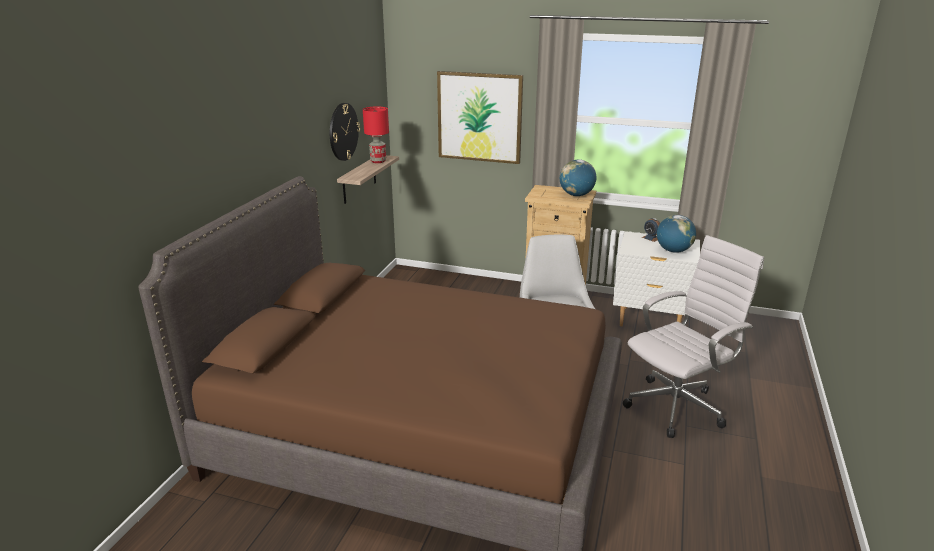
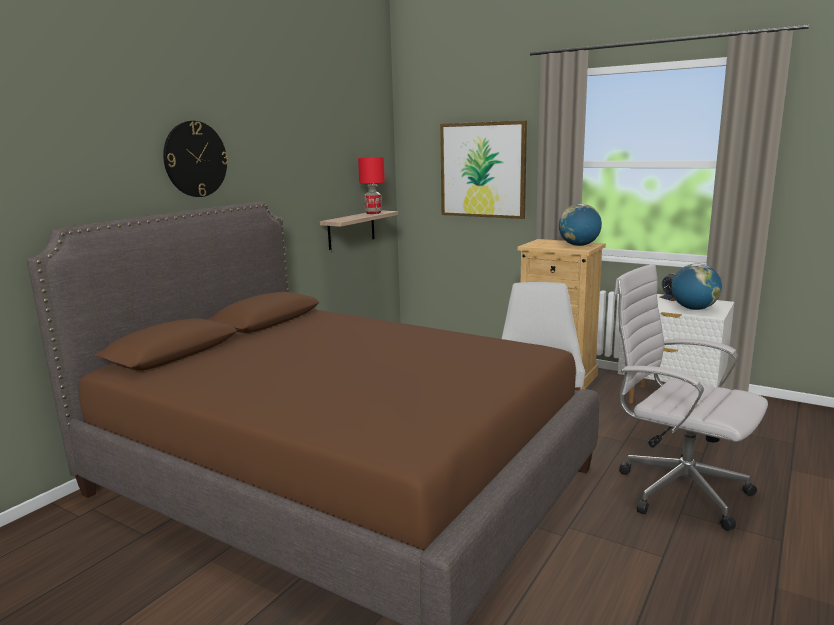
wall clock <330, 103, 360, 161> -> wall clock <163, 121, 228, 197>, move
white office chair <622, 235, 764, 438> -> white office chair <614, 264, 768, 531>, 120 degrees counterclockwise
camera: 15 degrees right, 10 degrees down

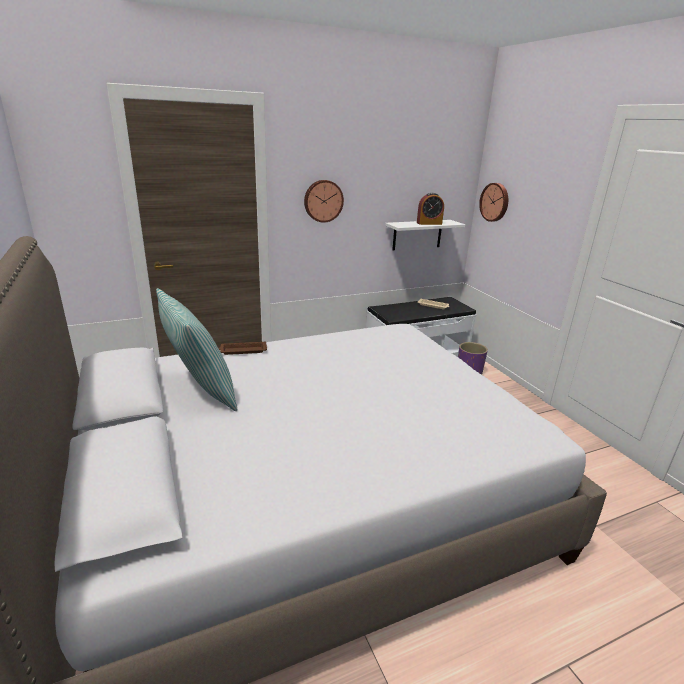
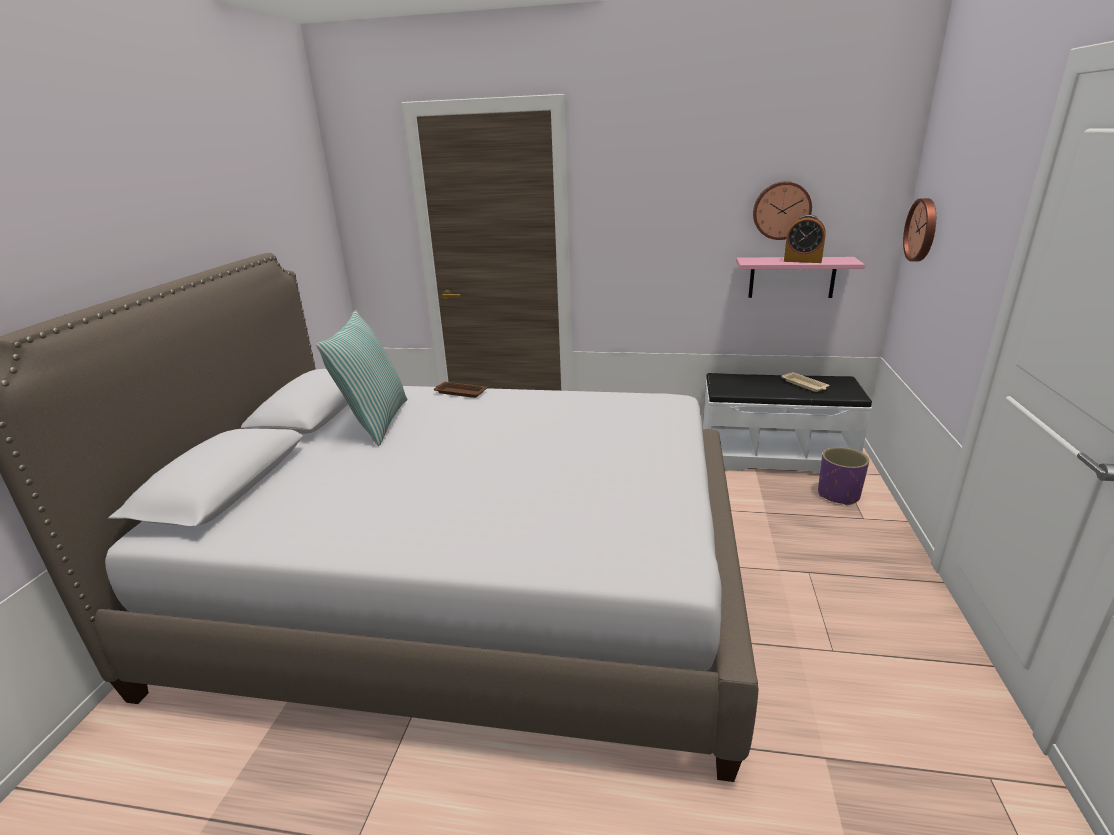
wall clock <304, 180, 344, 222> -> wall clock <753, 181, 812, 240>, move
white shelf <385, 220, 465, 250> -> pink shelf <736, 257, 865, 298>
camera: 35 degrees right, 0 degrees up

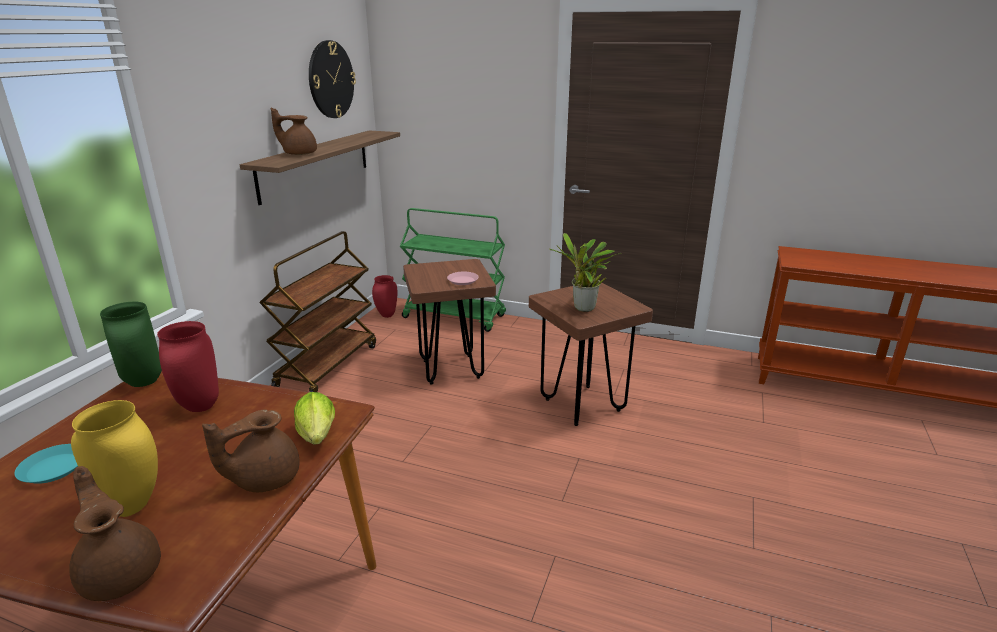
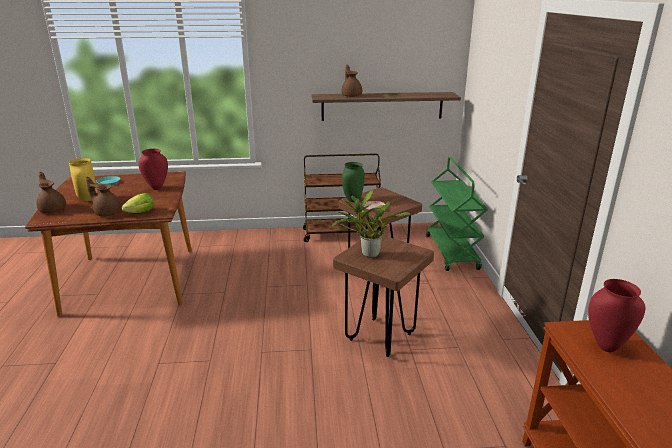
wall clock <309, 40, 356, 118> -> none
red vase <372, 275, 398, 318> -> red vase <588, 279, 645, 352>, move
green vase <100, 302, 162, 387> -> green vase <342, 162, 365, 202>, move
brown teapot <69, 466, 161, 601> -> brown teapot <36, 172, 66, 213>, 60 degrees counterclockwise
camera: 65 degrees right, 0 degrees up

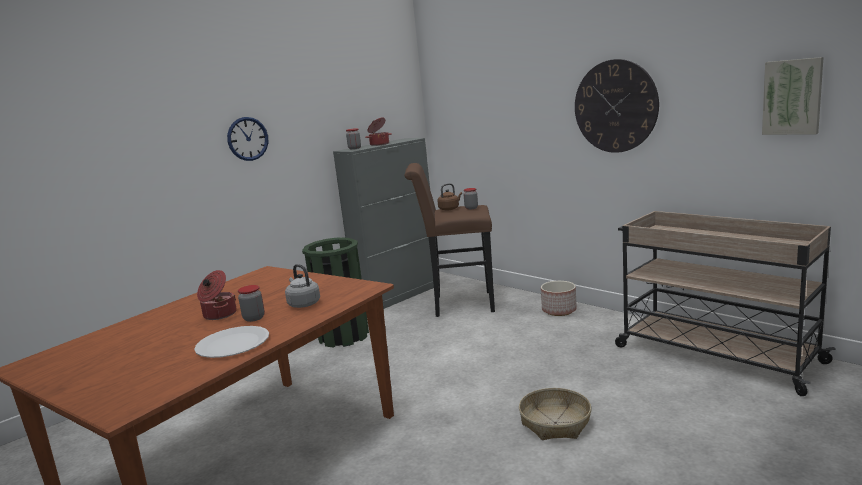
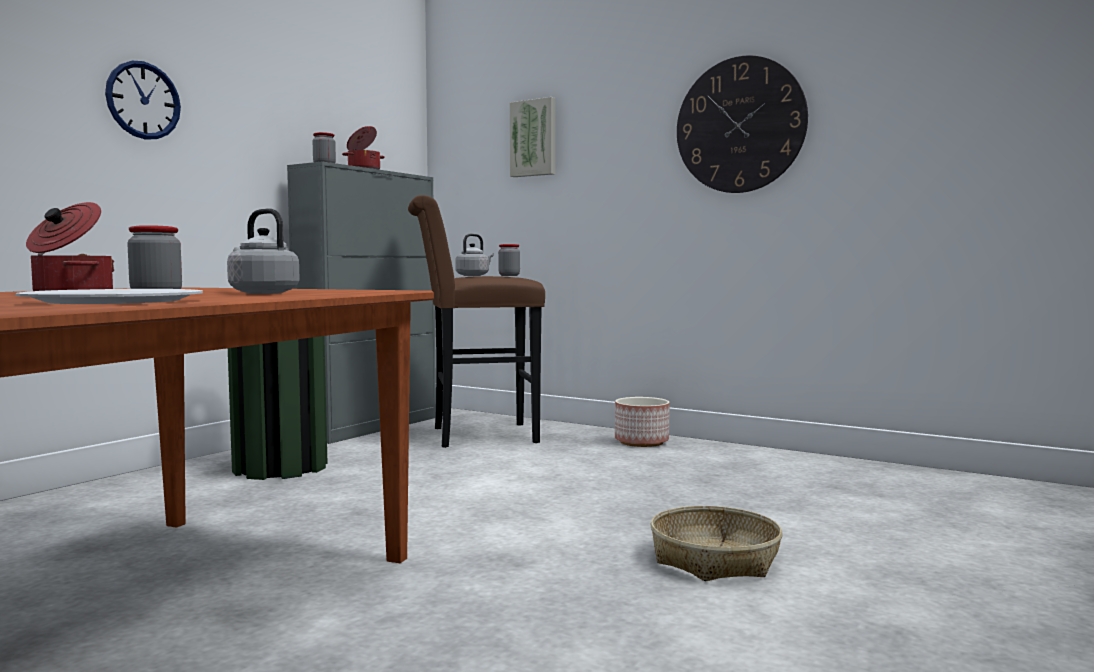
picture <762, 57, 824, 135> -> picture <510, 97, 555, 177>, move
brown kettle <437, 183, 462, 211> -> grey kettle <455, 234, 494, 276>
beige cart <615, 211, 836, 396> -> none
camera: 15 degrees left, 10 degrees down

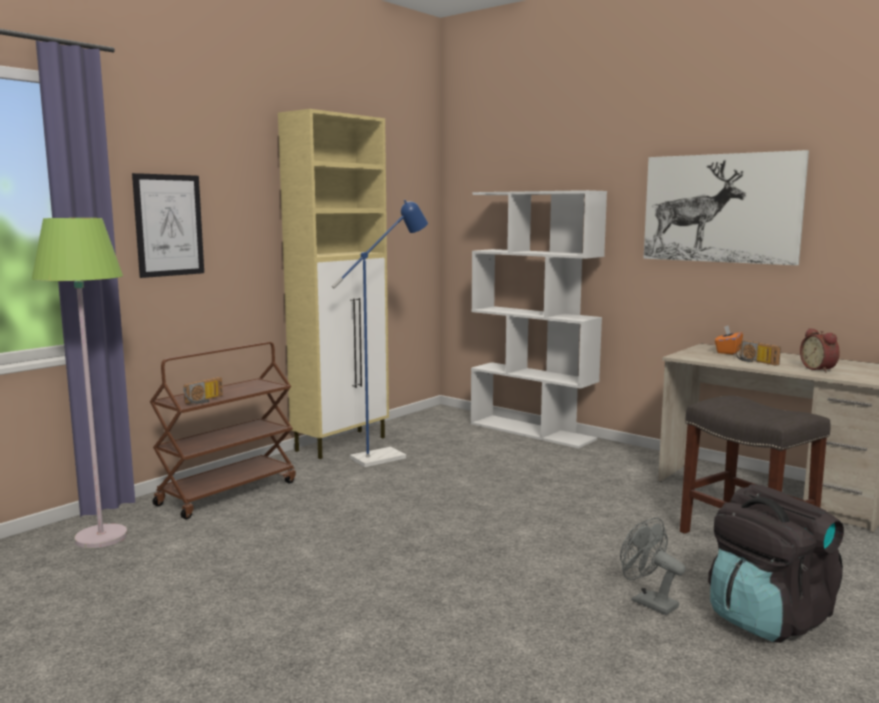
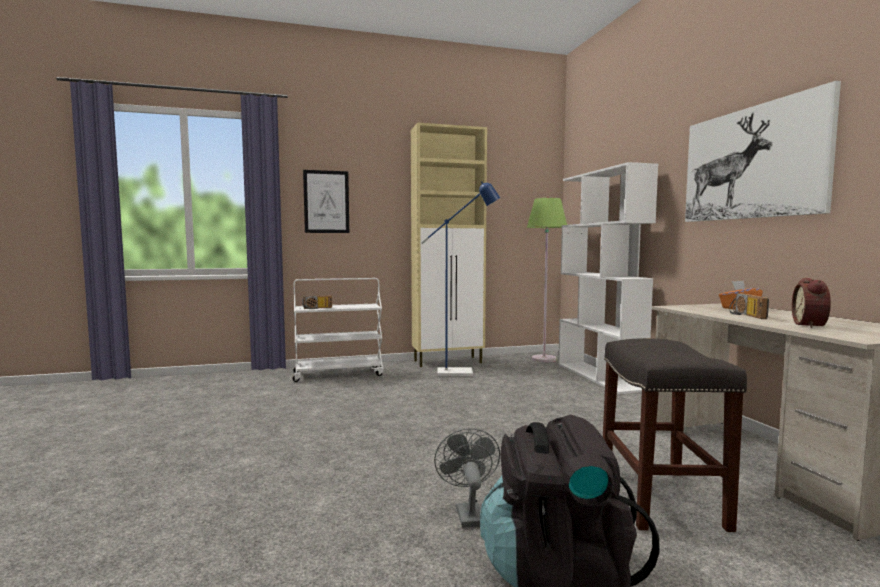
green floor lamp <32, 218, 127, 548> -> green floor lamp <527, 198, 567, 362>, move
brown cart <150, 342, 296, 519> -> white cart <293, 278, 384, 382>
camera: 35 degrees right, 5 degrees down

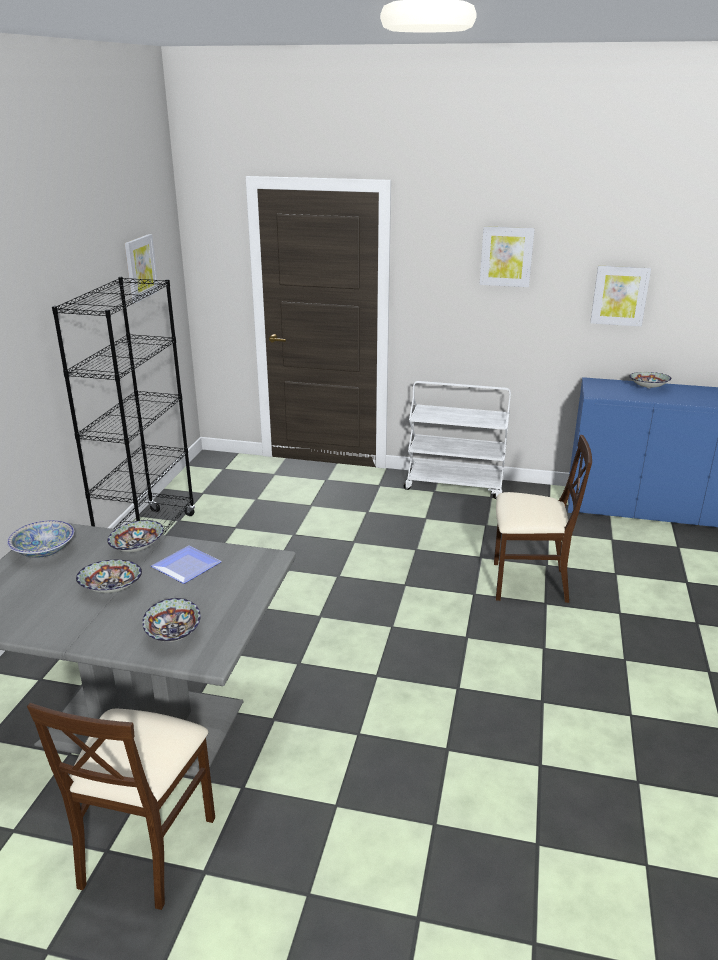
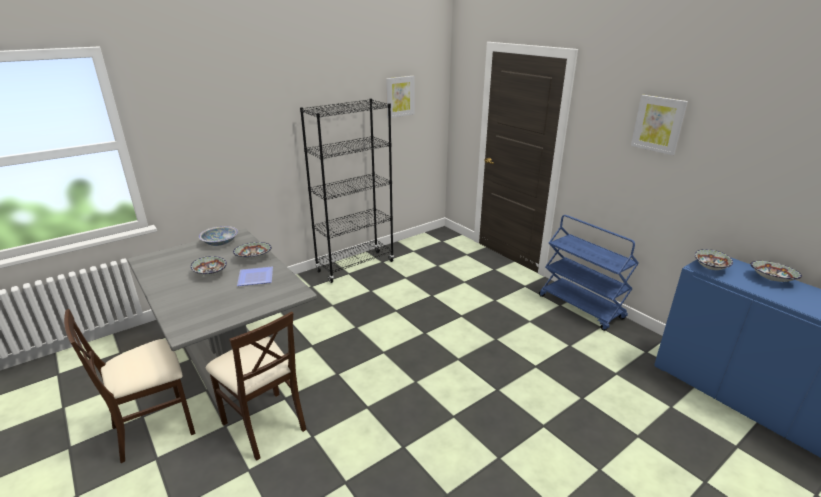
picture <590, 266, 651, 327> -> none
white cart <404, 381, 511, 499> -> blue cart <539, 215, 639, 331>
beige chair <494, 435, 592, 603> -> beige chair <206, 311, 307, 461>, move
bowl <142, 598, 201, 642> -> bowl <695, 249, 733, 270>, move
camera: 40 degrees right, 0 degrees up

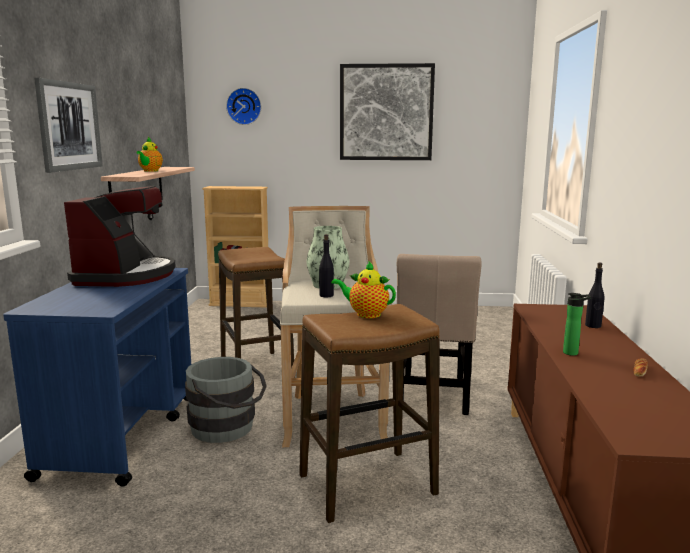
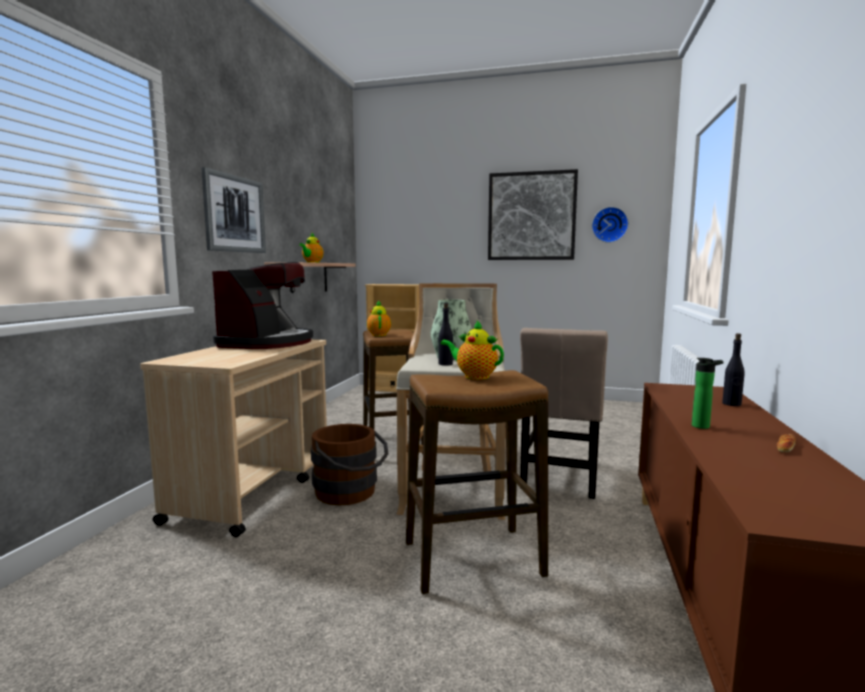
wall clock <226, 88, 261, 125> -> wall clock <592, 207, 629, 243>, move
blue cart <3, 268, 191, 487> -> beige cart <140, 339, 327, 537>
grey bucket <185, 357, 267, 443> -> brown bucket <311, 424, 388, 505>
none -> teapot <367, 301, 391, 336>
camera: 10 degrees right, 5 degrees down

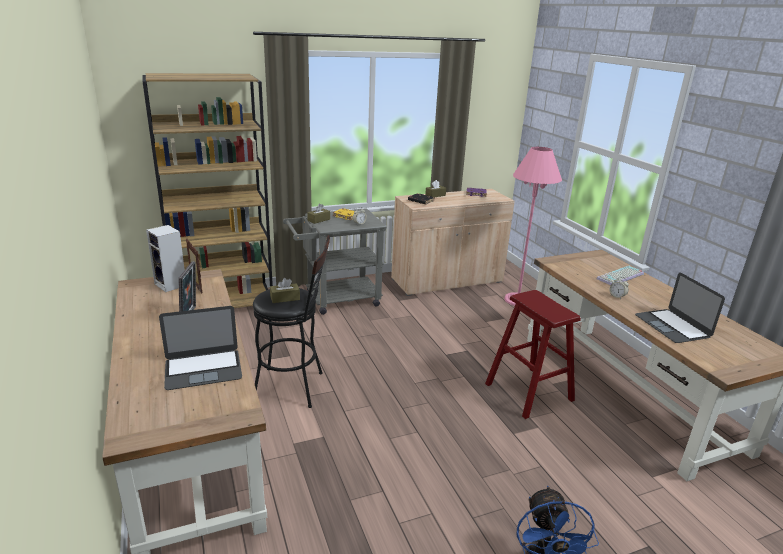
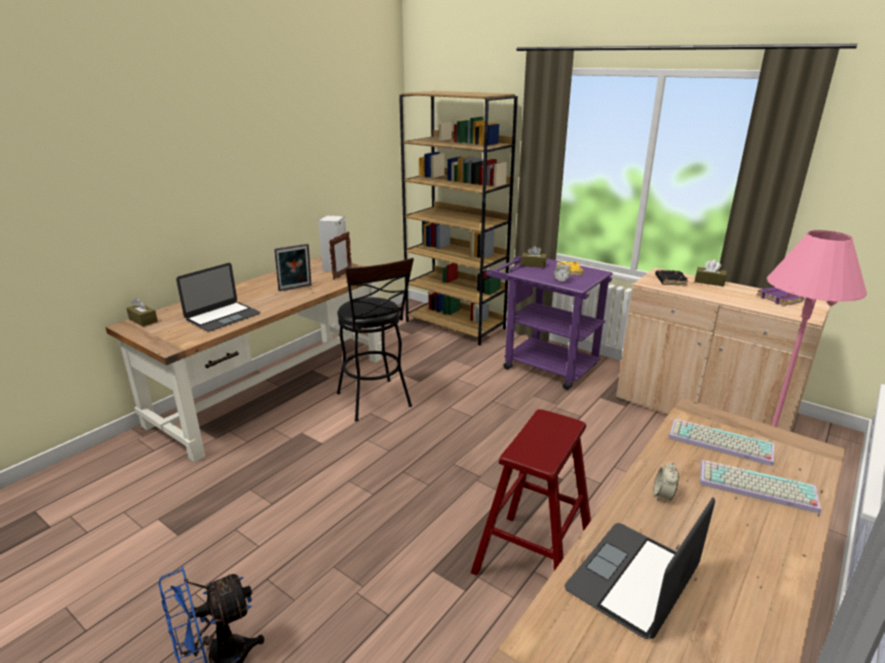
grey cart <283, 208, 387, 315> -> purple cart <486, 256, 612, 390>
brown tissue box <270, 278, 300, 303> -> brown tissue box <126, 298, 158, 327>, move
laptop <159, 306, 242, 390> -> laptop <176, 263, 261, 331>, 90 degrees counterclockwise
none -> keyboard <669, 419, 774, 466>
camera: 60 degrees right, 0 degrees up

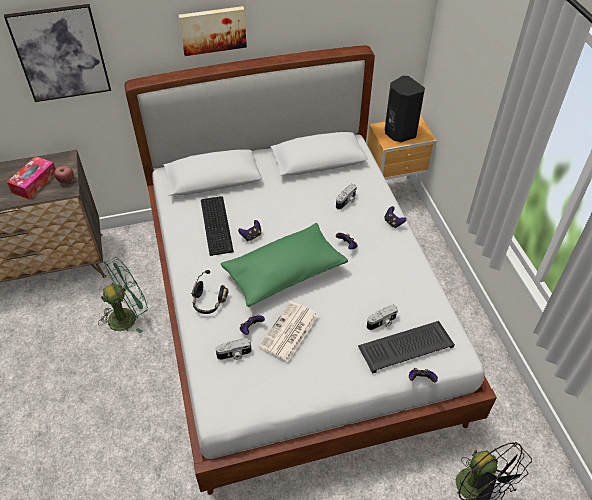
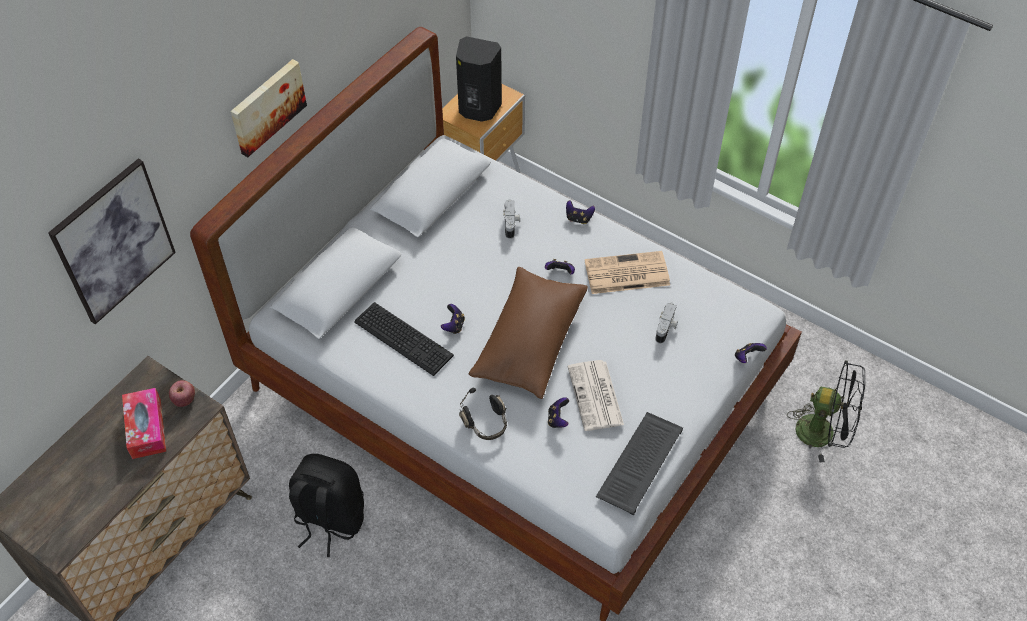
green pillow <221, 223, 348, 307> -> brown pillow <469, 267, 588, 399>
green fan <98, 257, 148, 333> -> black backpack <289, 454, 364, 557>
keyboard <358, 321, 455, 373> -> keyboard <596, 412, 683, 515>, move
photo camera <216, 338, 252, 360> -> none
none -> newspaper <585, 251, 670, 294>
camera: 40 degrees left, 5 degrees up

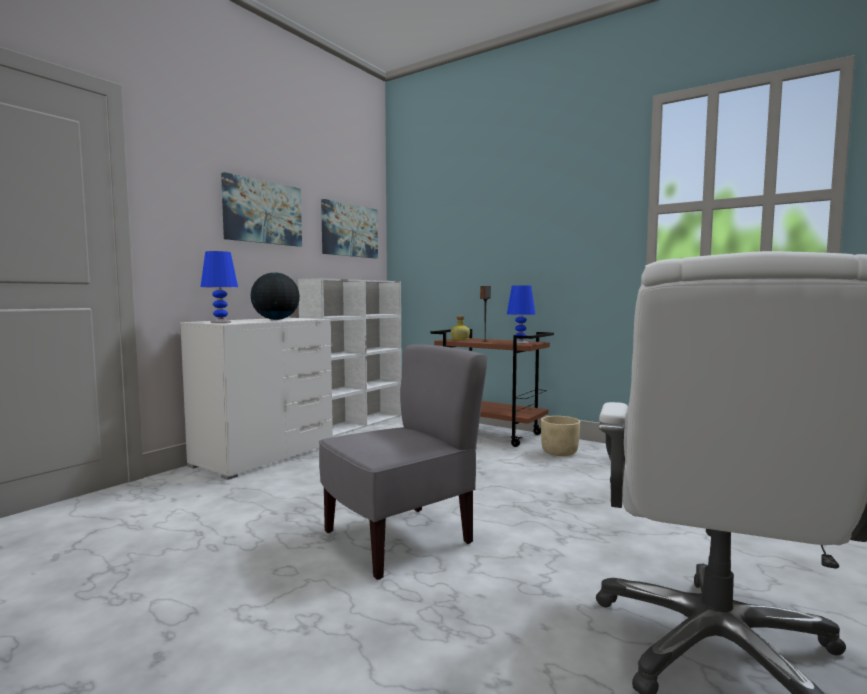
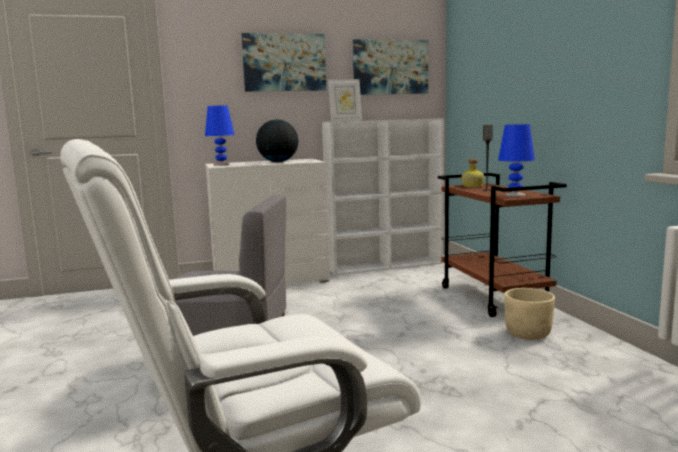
none -> picture frame <328, 79, 362, 121>
camera: 40 degrees right, 5 degrees up

